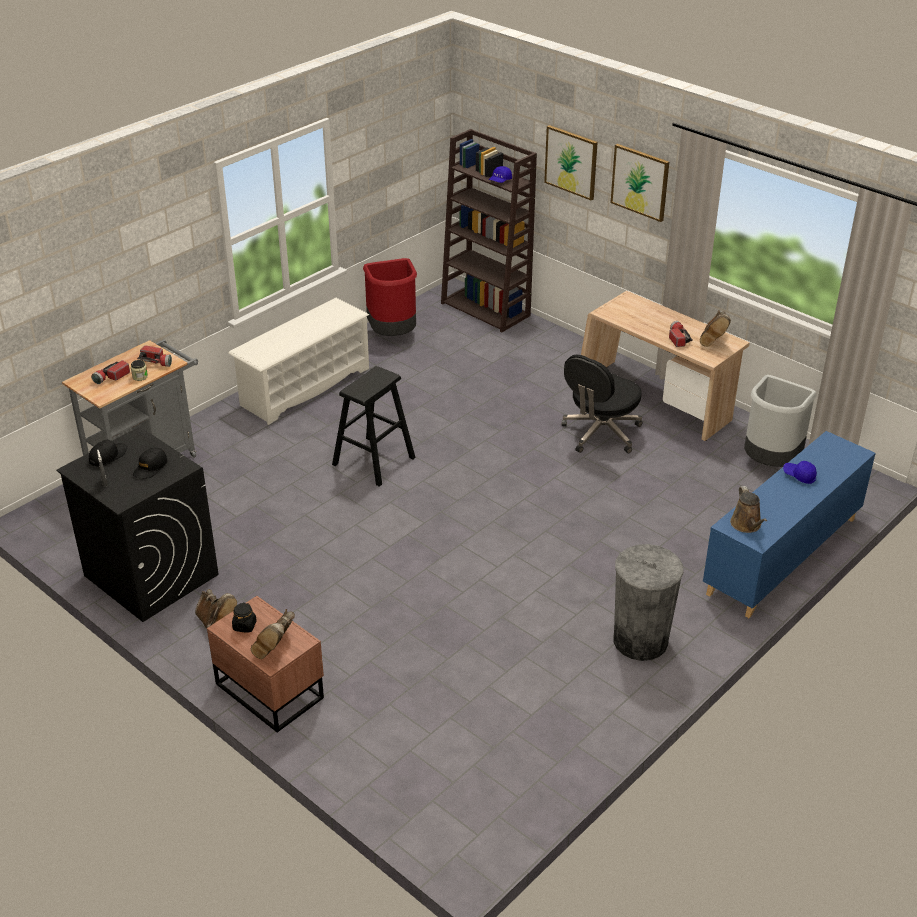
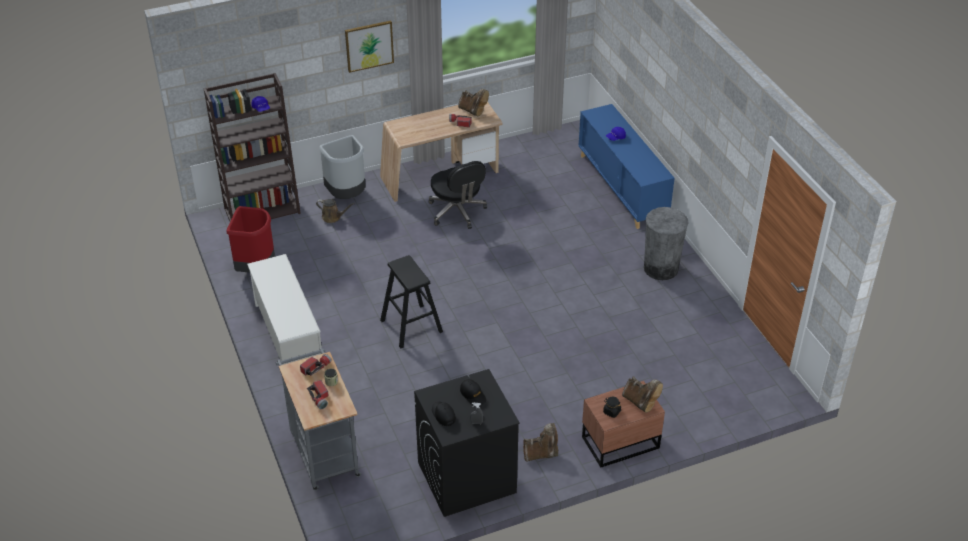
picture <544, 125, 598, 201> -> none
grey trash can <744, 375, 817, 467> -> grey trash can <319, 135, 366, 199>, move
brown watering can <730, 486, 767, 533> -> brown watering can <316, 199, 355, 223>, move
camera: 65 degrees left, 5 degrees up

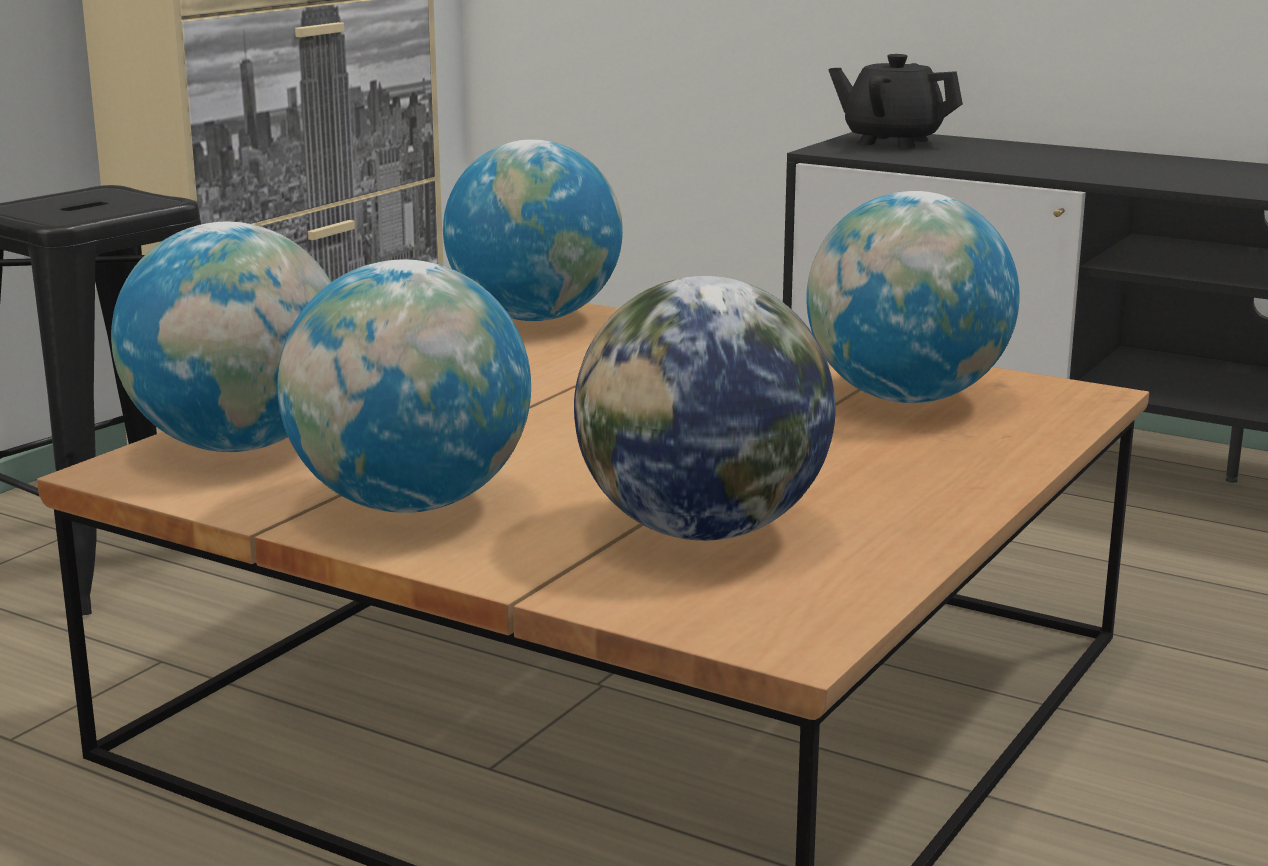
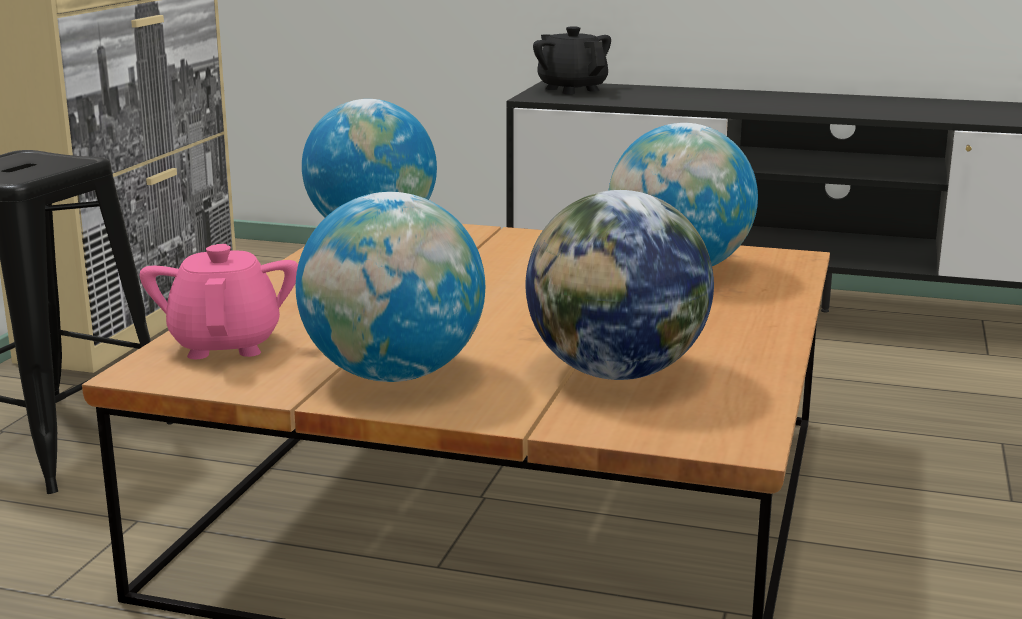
black teapot <829, 54, 963, 148> -> black teapot <533, 26, 611, 94>, 45 degrees clockwise
globe <111, 222, 331, 452> -> pink teapot <139, 244, 298, 359>
camera: 15 degrees left, 0 degrees up

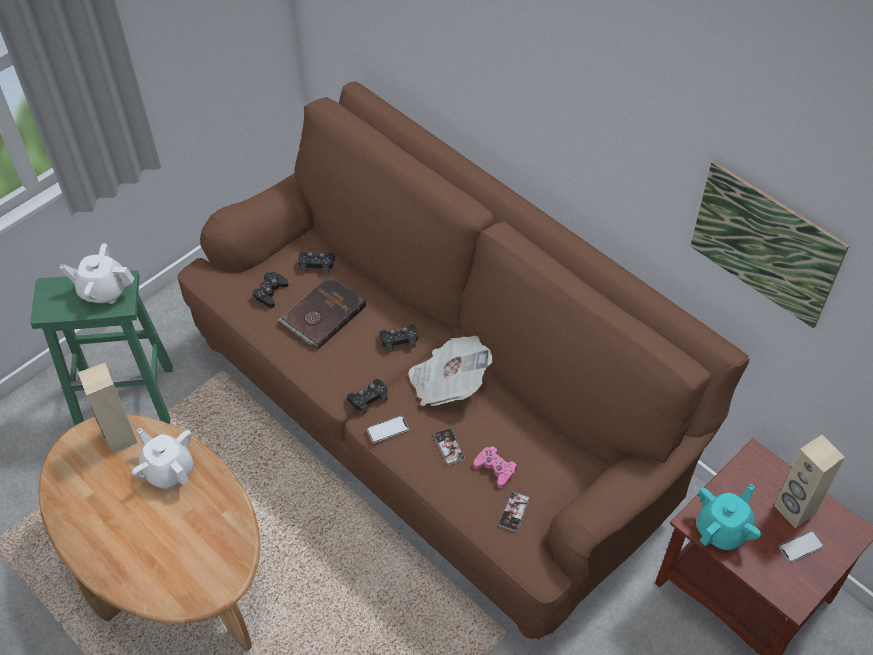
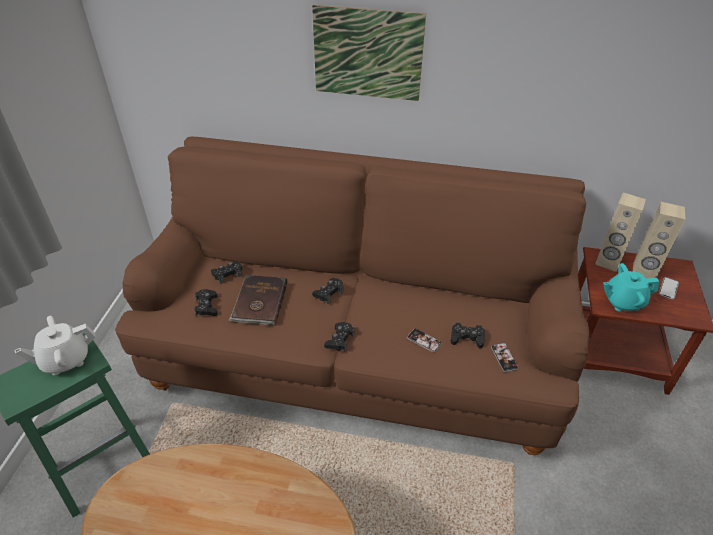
picture <690, 161, 849, 329> -> picture <312, 5, 426, 101>, move
newspaper <408, 336, 493, 406> -> none
beige speaker <78, 363, 137, 453> -> beige speaker <595, 192, 646, 272>, move
phone <367, 416, 409, 443> -> none
white teapot <132, 428, 193, 489> -> none
pink game controller <474, 446, 517, 488> -> black game controller <451, 322, 485, 348>
turquoise teapot <697, 484, 762, 550> -> turquoise teapot <603, 263, 659, 311>, 105 degrees counterclockwise
camera: 35 degrees left, 10 degrees down

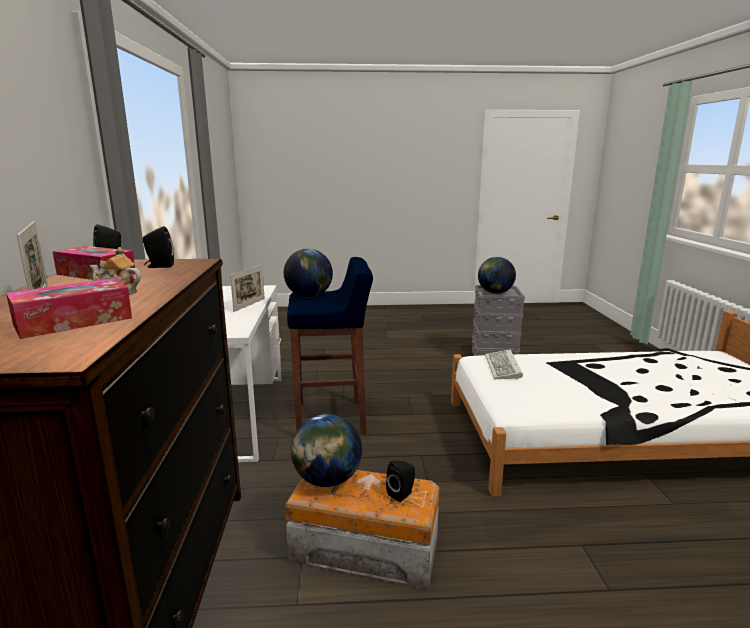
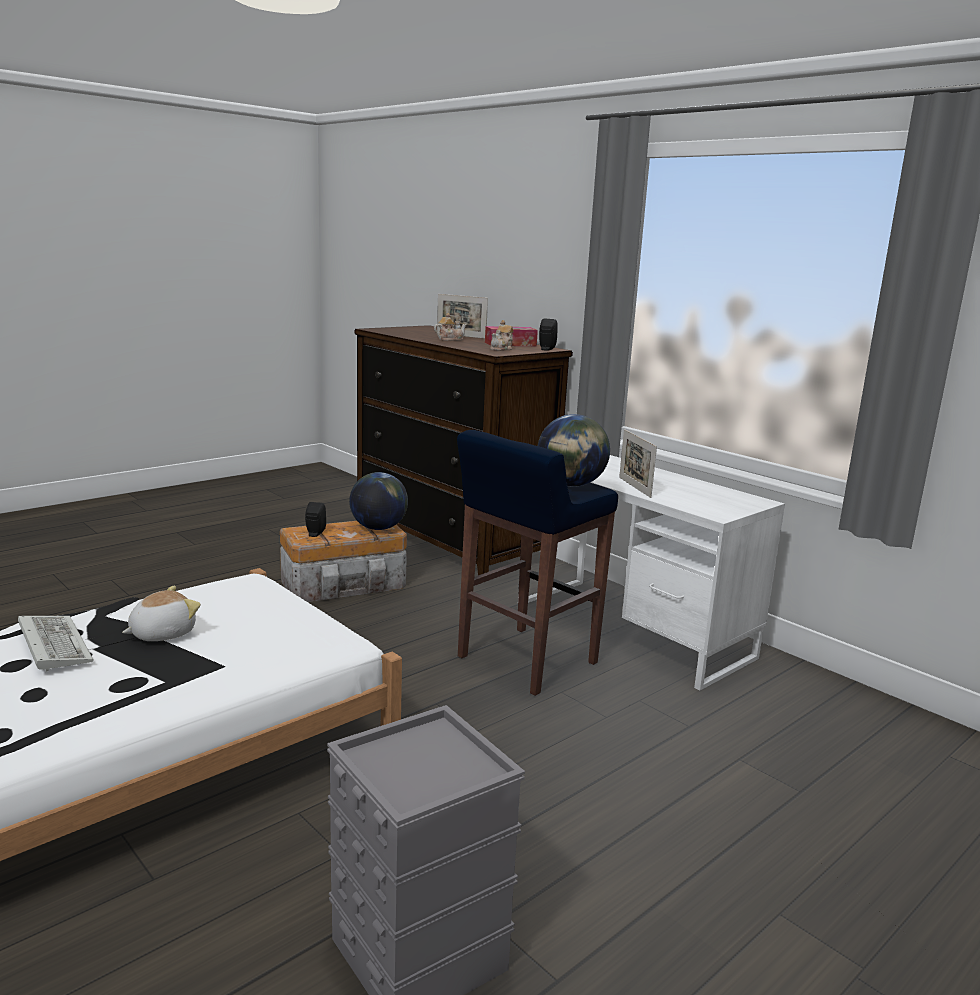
black speaker <143, 226, 174, 268> -> teapot <490, 320, 514, 351>
globe <478, 257, 516, 294> -> none
tissue box <6, 278, 132, 339> -> none
keyboard <485, 349, 523, 379> -> keyboard <18, 616, 94, 672>, move
none -> plush toy <122, 586, 201, 641>
camera: 140 degrees right, 0 degrees up

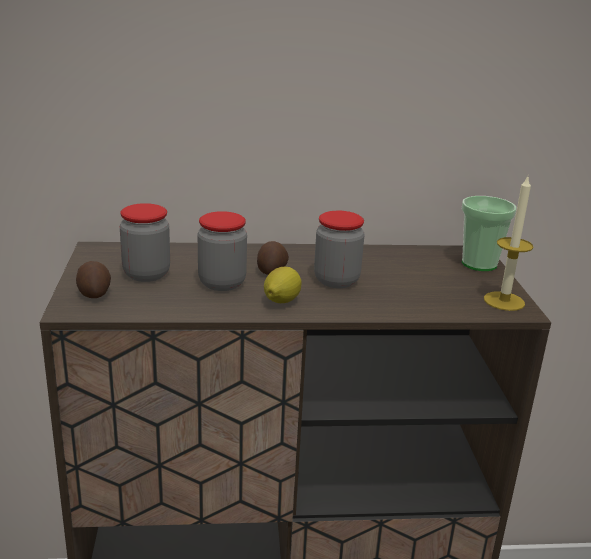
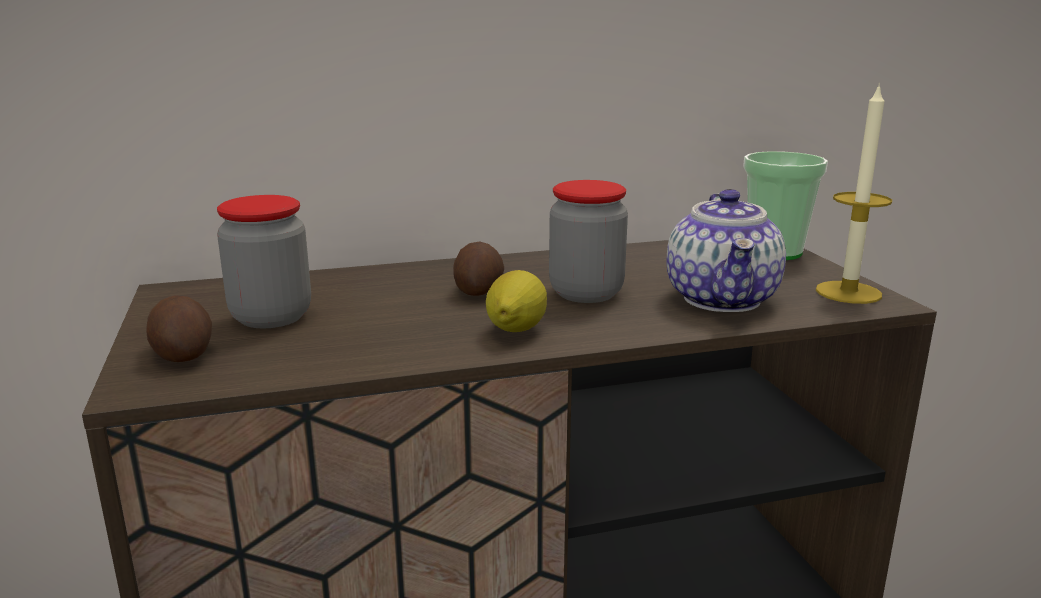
jar <198, 211, 247, 291> -> none
none -> teapot <667, 189, 786, 312>
camera: 10 degrees left, 5 degrees down

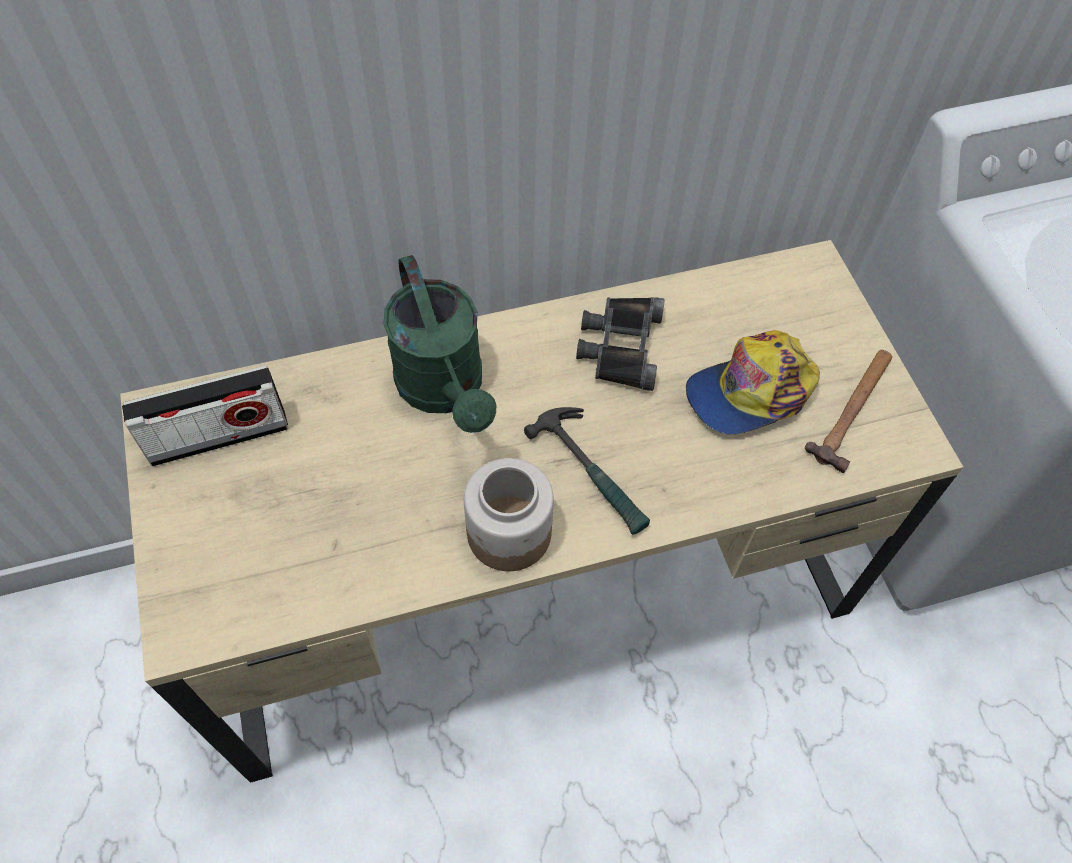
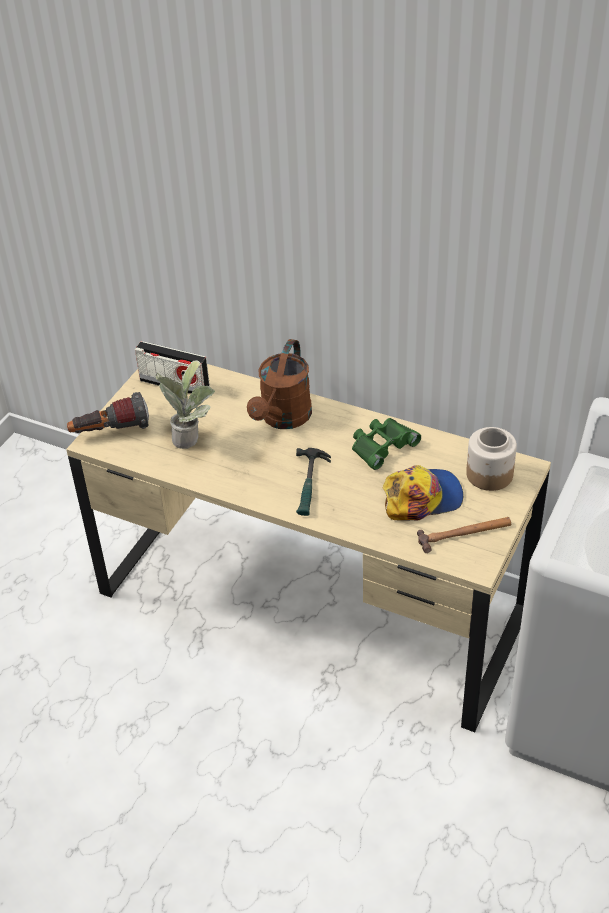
green watering can <383, 255, 496, 433> -> brown watering can <247, 339, 312, 429>
black binoculars <576, 297, 665, 391> -> green binoculars <352, 418, 421, 470>
cap <686, 330, 820, 435> -> cap <383, 465, 463, 521>, 150 degrees clockwise
jar <464, 458, 554, 571> -> jar <466, 427, 517, 491>, move
none -> potted plant <155, 360, 215, 449>
none -> flashlight <67, 392, 149, 433>
camera: 45 degrees right, 15 degrees down

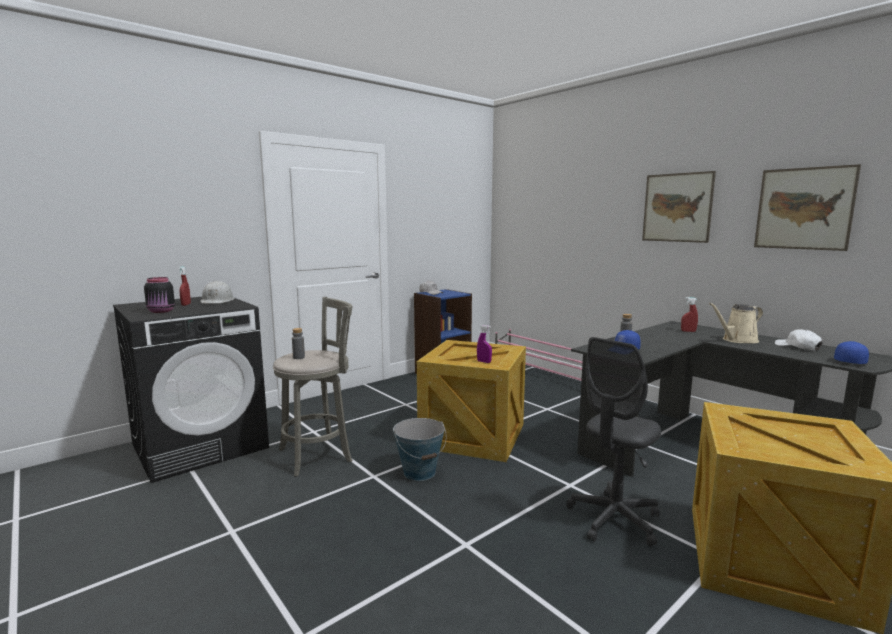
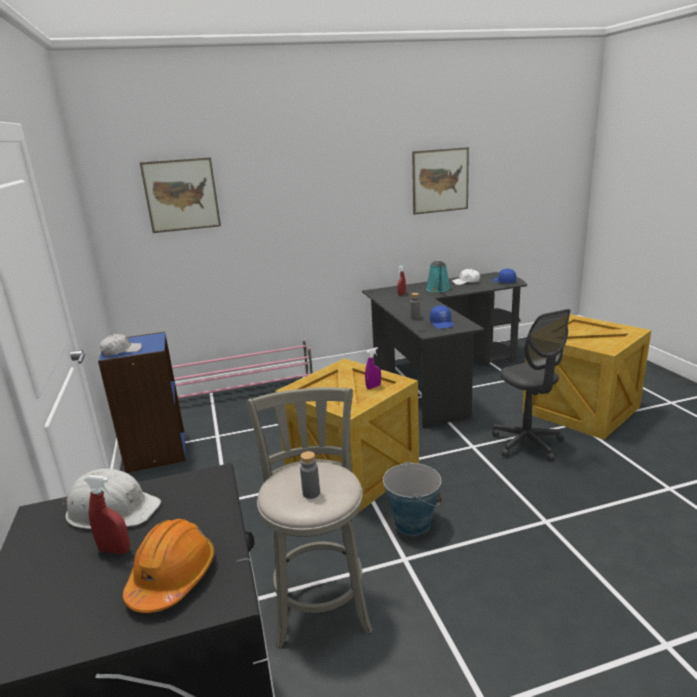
picture <642, 171, 716, 243> -> picture <140, 157, 221, 233>, move
black jar <144, 277, 175, 313> -> orange hard hat <123, 519, 214, 613>
beige watering can <709, 303, 763, 343> -> turquoise watering can <426, 261, 451, 292>
camera: 65 degrees left, 10 degrees up

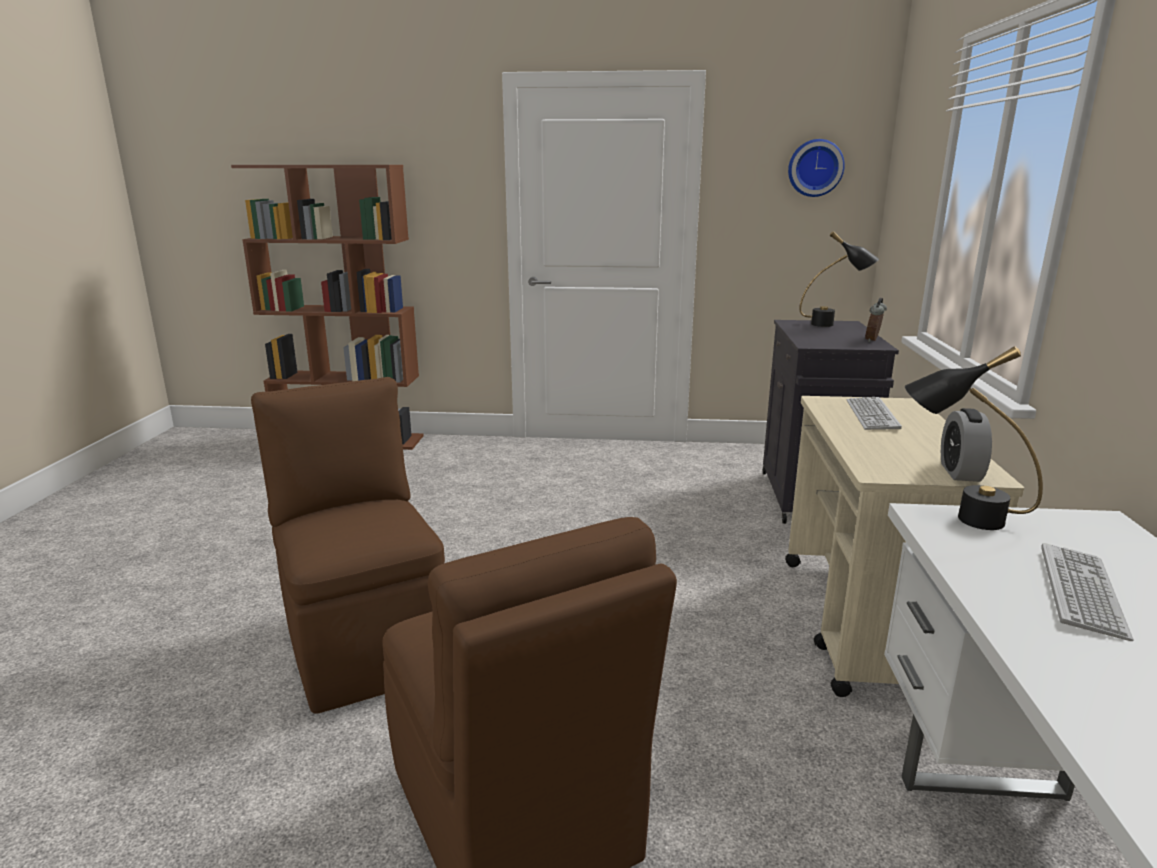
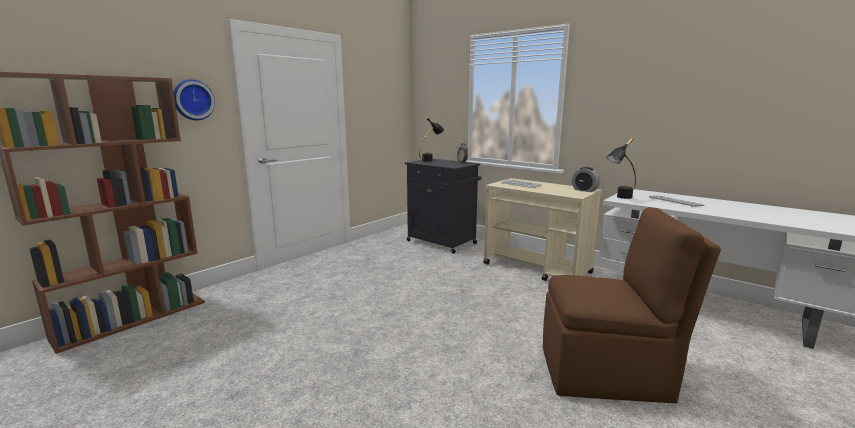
wall clock <788, 139, 845, 197> -> wall clock <174, 79, 215, 120>, move
brown chair <251, 377, 445, 714> -> none
camera: 55 degrees left, 5 degrees down

